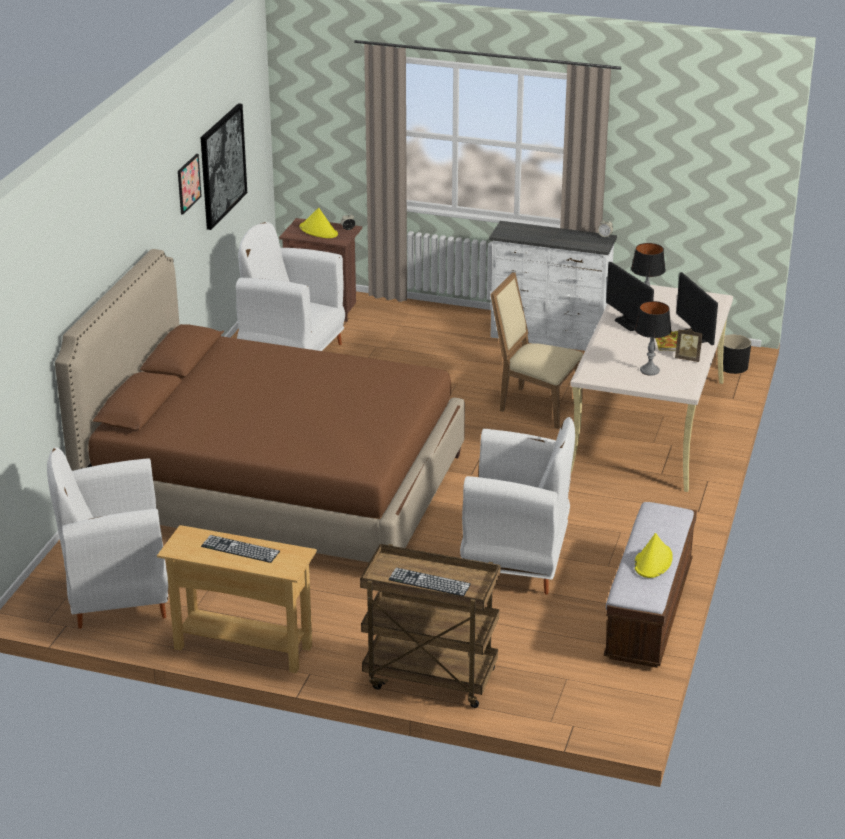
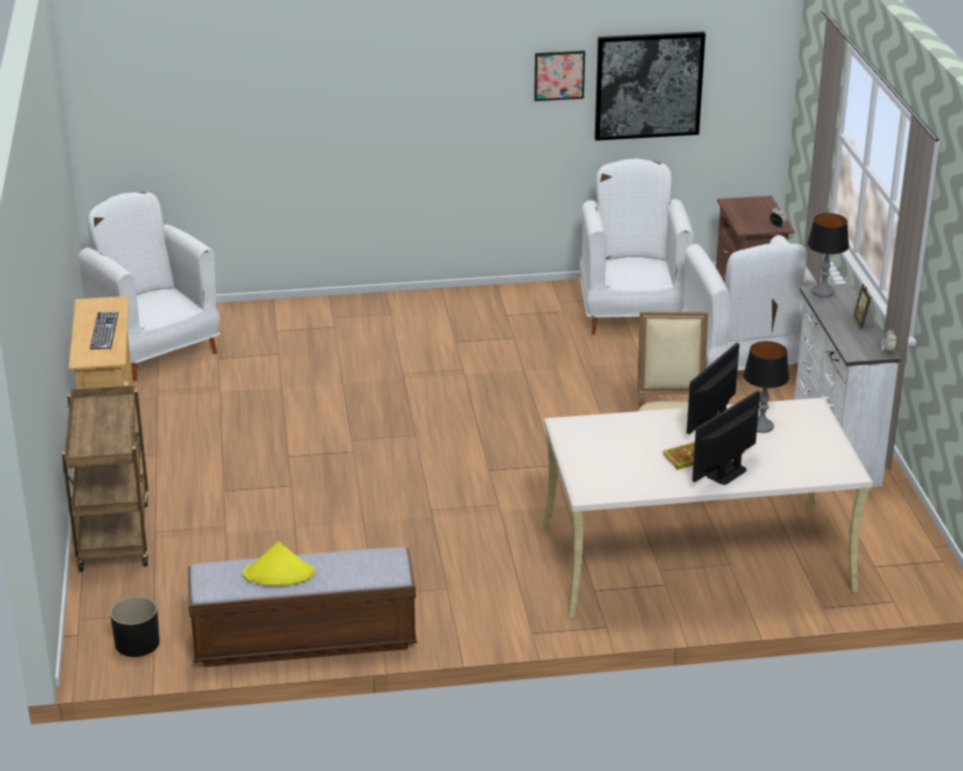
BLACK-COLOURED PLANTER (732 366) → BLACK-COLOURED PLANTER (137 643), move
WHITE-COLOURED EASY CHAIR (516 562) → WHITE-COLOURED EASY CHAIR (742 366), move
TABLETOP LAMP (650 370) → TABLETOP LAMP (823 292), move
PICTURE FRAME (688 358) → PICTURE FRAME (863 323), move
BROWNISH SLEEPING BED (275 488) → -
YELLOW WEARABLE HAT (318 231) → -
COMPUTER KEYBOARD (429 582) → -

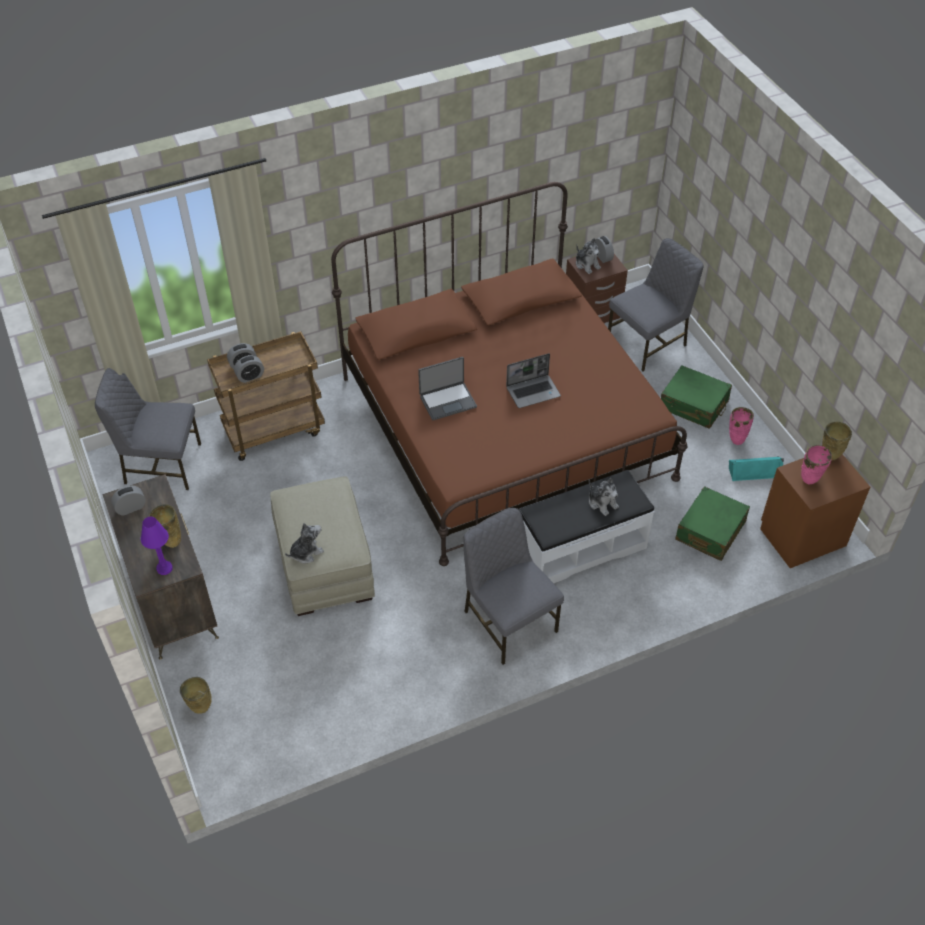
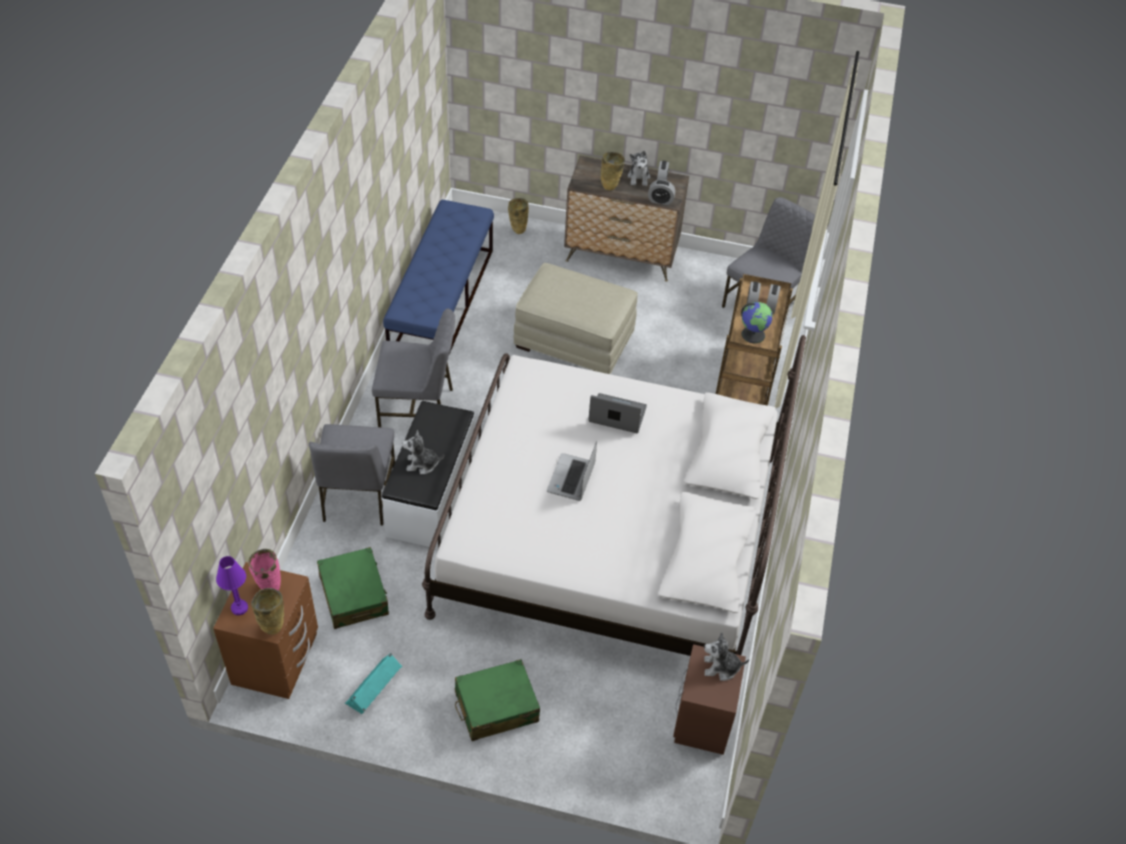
PURPLE-COLOURED TABLETOP LAMP (164 568) → PURPLE-COLOURED TABLETOP LAMP (239 608), move
GREY CHAIR (648 342) → GREY CHAIR (357 496), move
- → BLUE LONG SEAT (442 303)
BROWNISH SLEEPING BED (504 427) → WHITE-COLOURED SLEEPING BED (609 534)
NOTEBOOK COMPUTER (447 401) → NOTEBOOK COMPUTER (617 416), 90 degrees clockwise
SOFT TOY (306 552) → SOFT TOY (639 177), move
TABLE CLOCK (602 257) → TABLE CLOCK (660 201), move
- → WORLD GLOBE (753 334)
PINK-COLOURED FLOWER VASE (736 439) → -

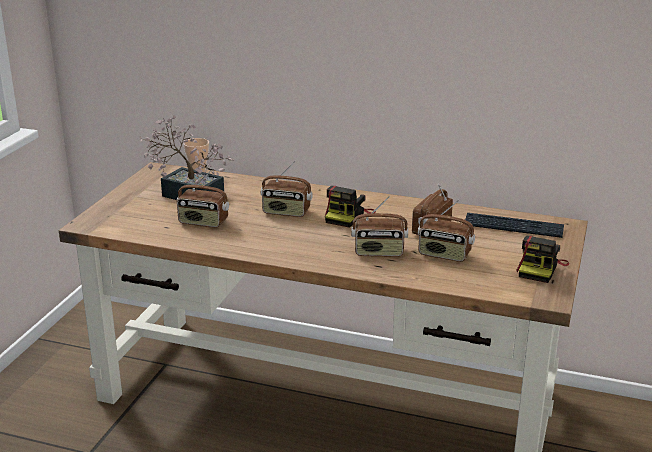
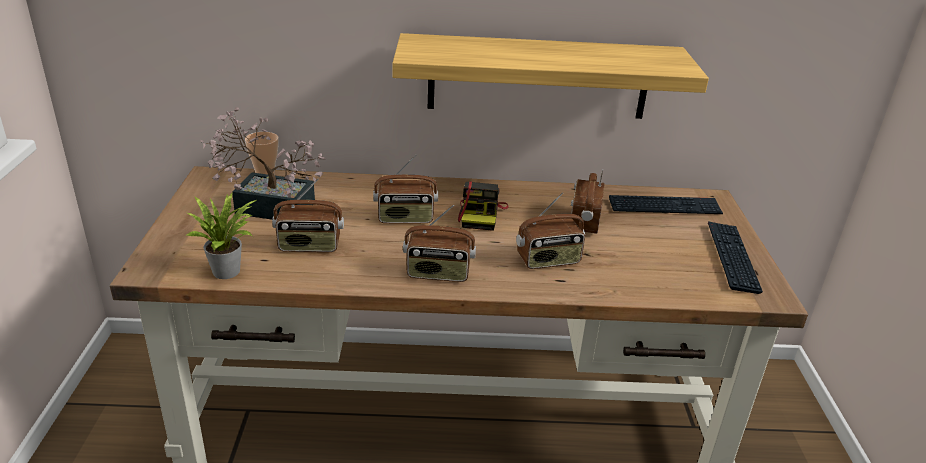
- → POTTED PLANT (230 271)
- → SHELF (538 77)
RADIO RECEIVER (444 255) → RADIO RECEIVER (438 274), move
PHOTO CAMERA (540 268) → COMPUTER KEYBOARD (732 257)

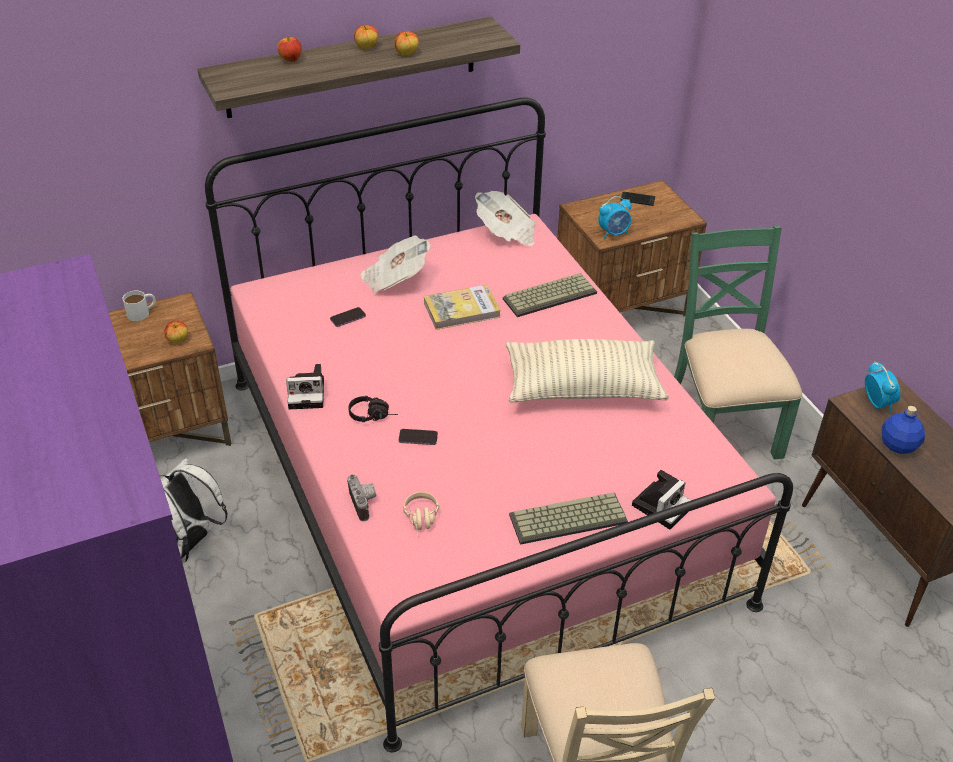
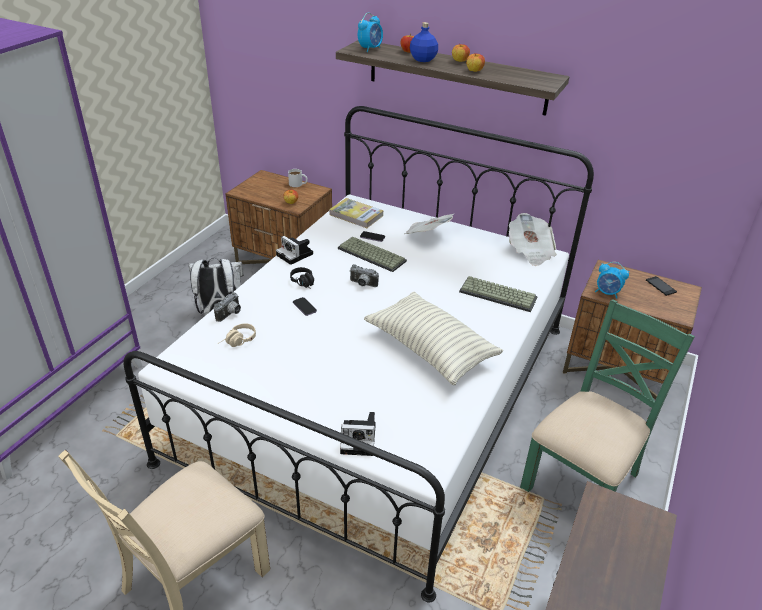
PINK-COLOURED SLEEPING BED (474 485) → WHITE-COLOURED SLEEPING BED (377 389)
BOOK (462 310) → BOOK (356 215), move
COMPUTER KEYBOARD (567 520) → COMPUTER KEYBOARD (370 255), move
- → PHOTO CAMERA (362 284)
TABLE CLOCK (877 403) → TABLE CLOCK (370 49), move
BLUE BEVERAGE BOTTLE (898 445) → BLUE BEVERAGE BOTTLE (423 59), move

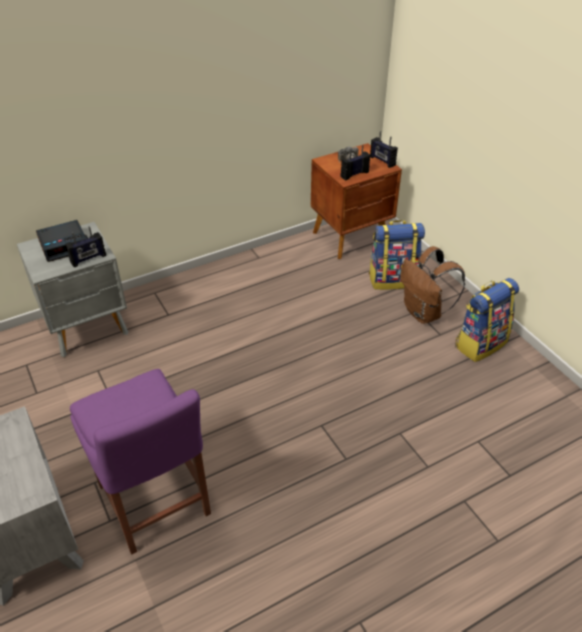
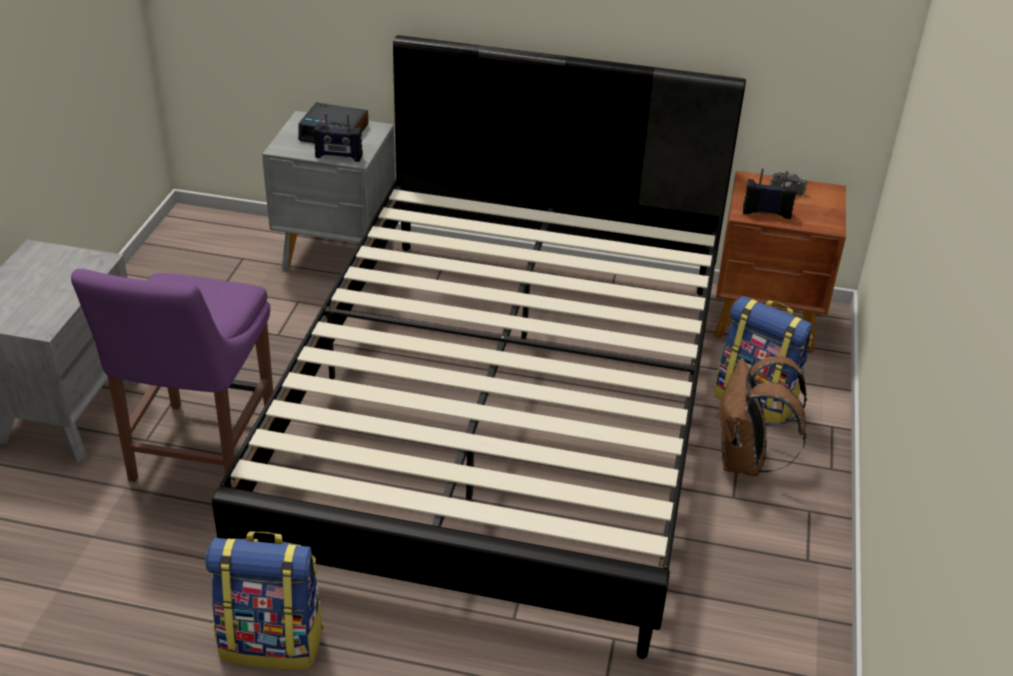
KNAPSACK (480 343) → KNAPSACK (273 642), move
- → BLACK-COLOURED SLEEPING BED (505 411)
RADIO RECEIVER (382 161) → -

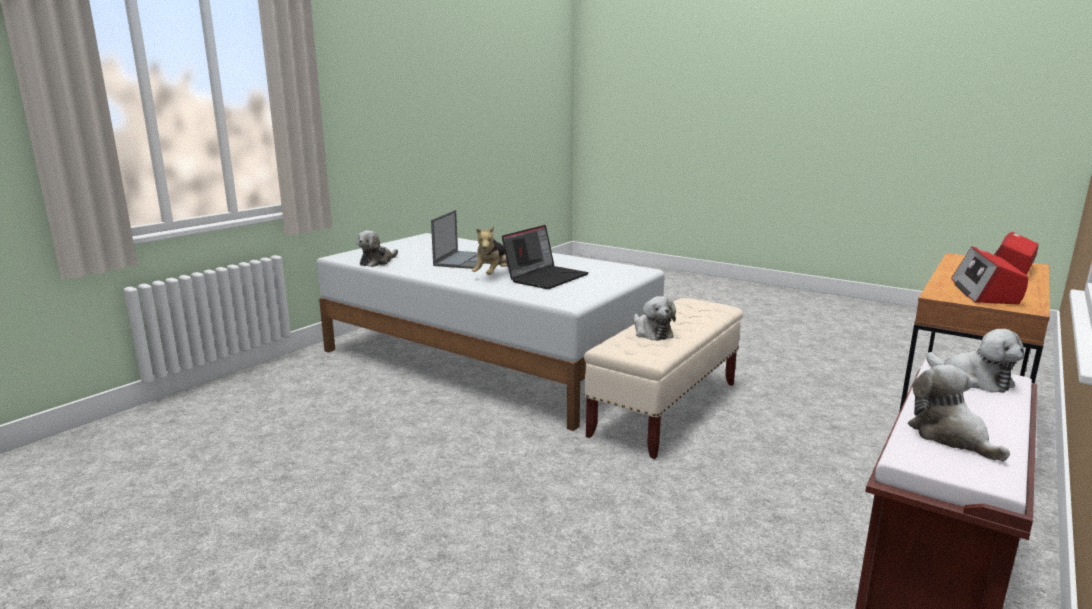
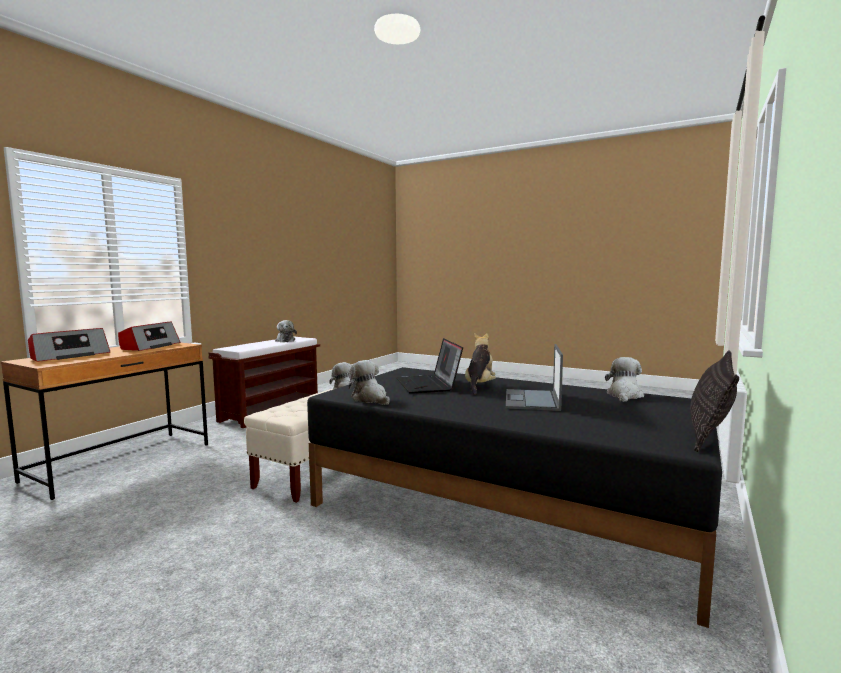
WHITE-COLOURED SLEEPING BED (486 359) → BLACK-COLOURED SLEEPING BED (504 510)
SOFT TOY (974 379) → SOFT TOY (370 399), move
NOTEBOOK COMPUTER (546 277) → NOTEBOOK COMPUTER (429 385), 45 degrees counterclockwise
- → THROW PILLOW (710 429)

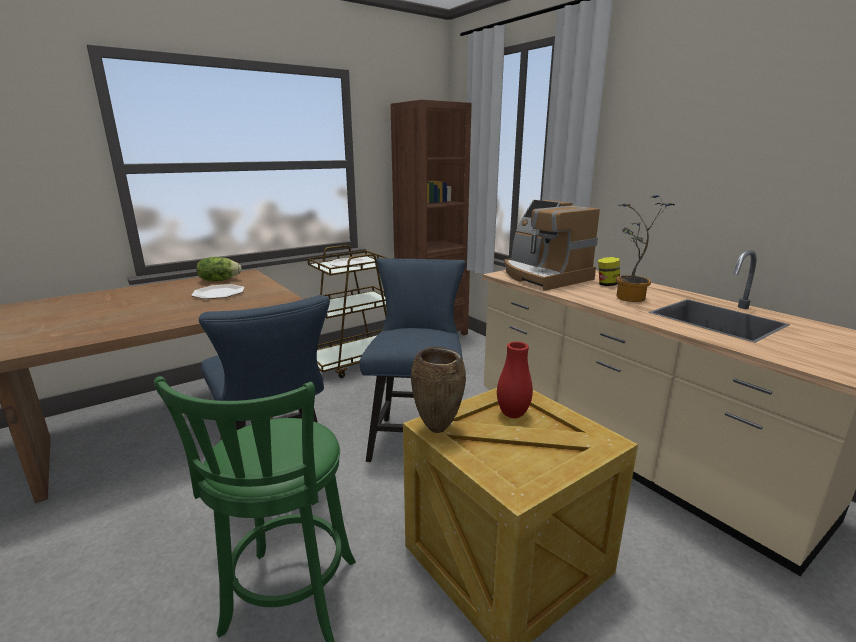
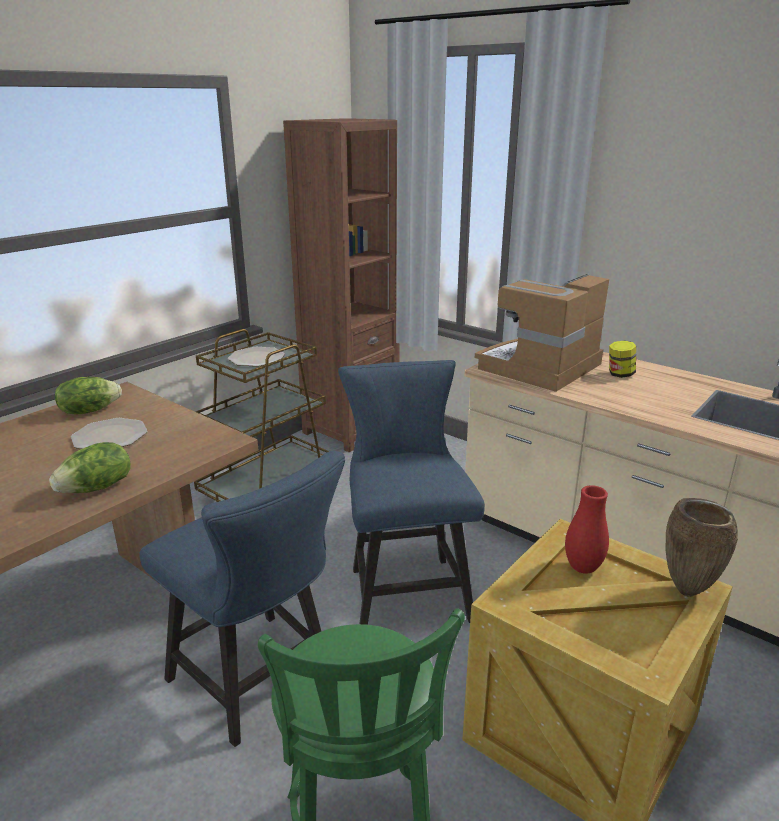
- → HEAD OF LETTUCE (97 488)
COFFEE BREWER (543 276) → COFFEE BREWER (540 367), 90 degrees clockwise
BROWNISH FLOWER VASE (438 429) → BROWNISH FLOWER VASE (688 591), move
POTTED PLANT (629 299) → -

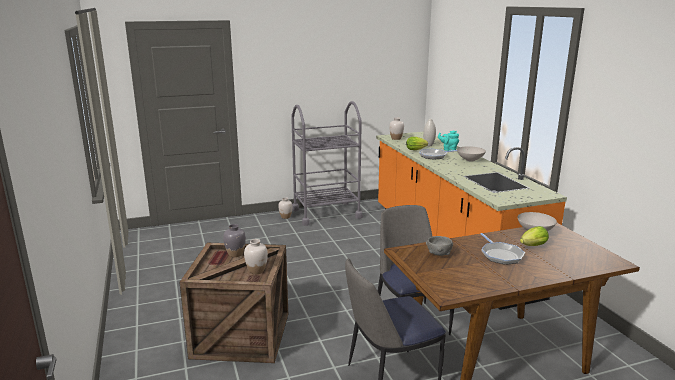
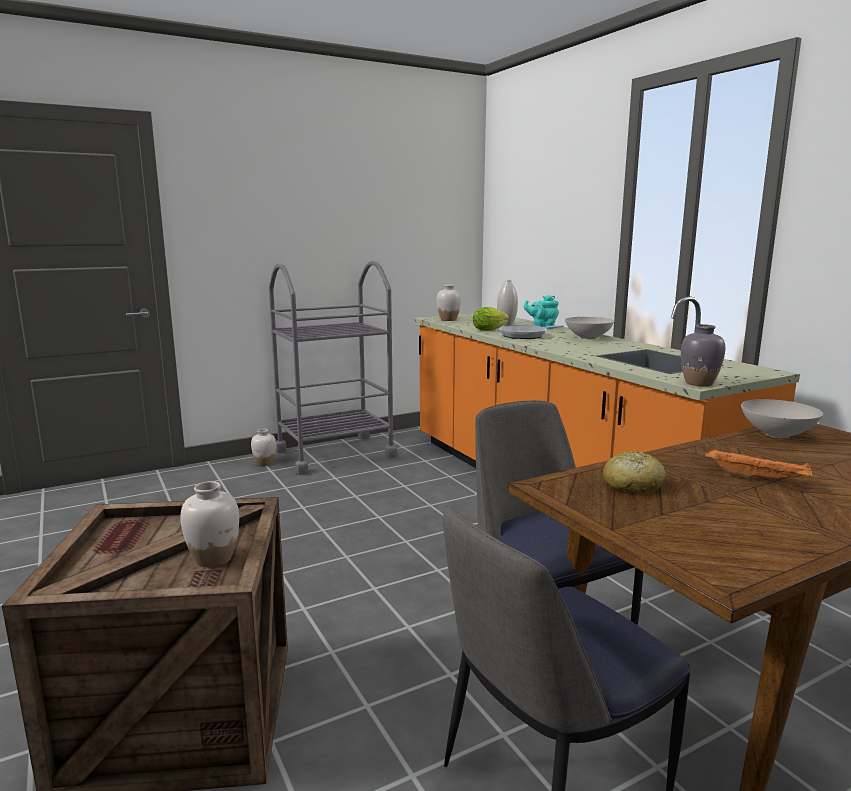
GREY BOWL (439 254) → BAKED BREAD (632 485)
GREY FLOWER VASE (235 254) → GREY FLOWER VASE (699 383), move
SKILLET (500 255) → ORANGE-COLOURED CARRYING TRAY (757 479)
HEAD OF LETTUCE (532 246) → -

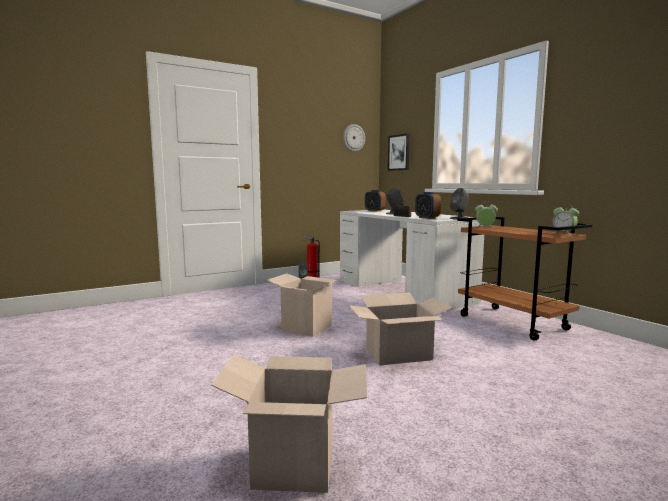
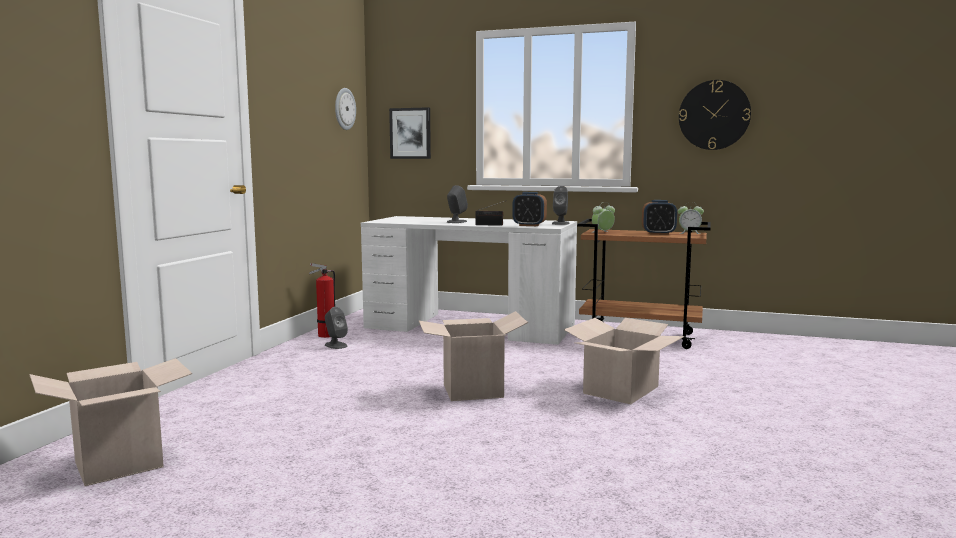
CARTON (294 467) → CARTON (119 464), move
TABLE CLOCK (374 211) → TABLE CLOCK (658 234), move
- → WALL CLOCK (714 115)

